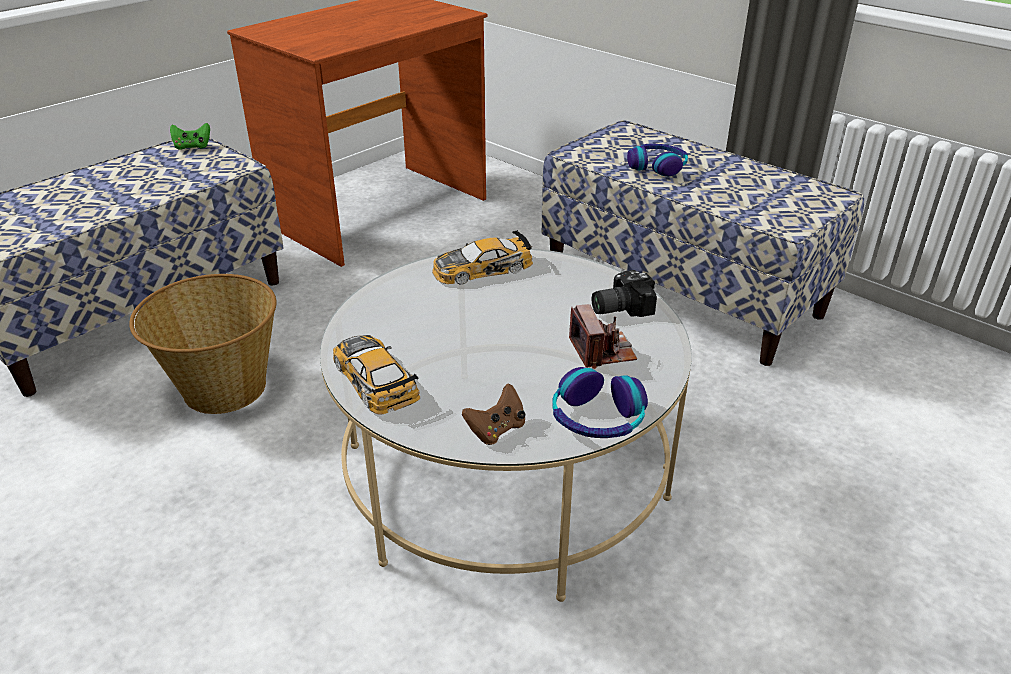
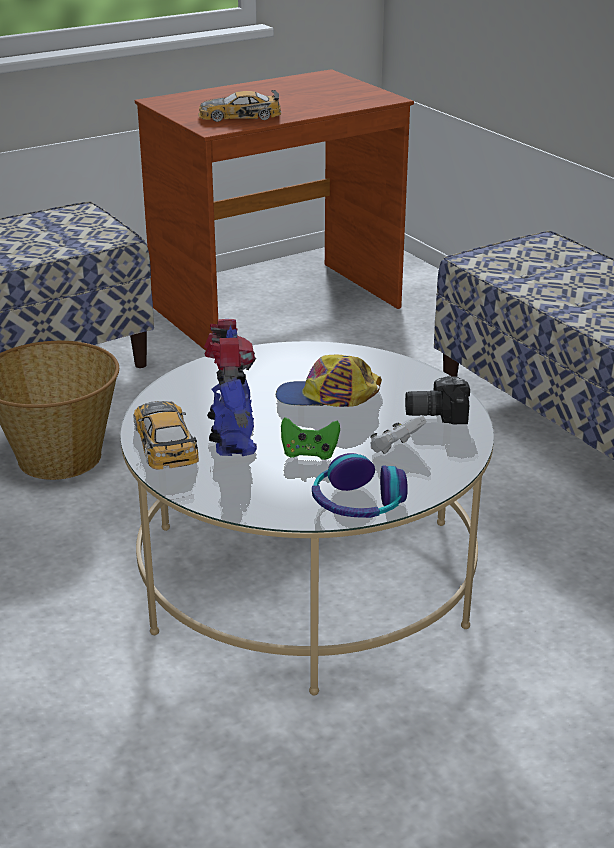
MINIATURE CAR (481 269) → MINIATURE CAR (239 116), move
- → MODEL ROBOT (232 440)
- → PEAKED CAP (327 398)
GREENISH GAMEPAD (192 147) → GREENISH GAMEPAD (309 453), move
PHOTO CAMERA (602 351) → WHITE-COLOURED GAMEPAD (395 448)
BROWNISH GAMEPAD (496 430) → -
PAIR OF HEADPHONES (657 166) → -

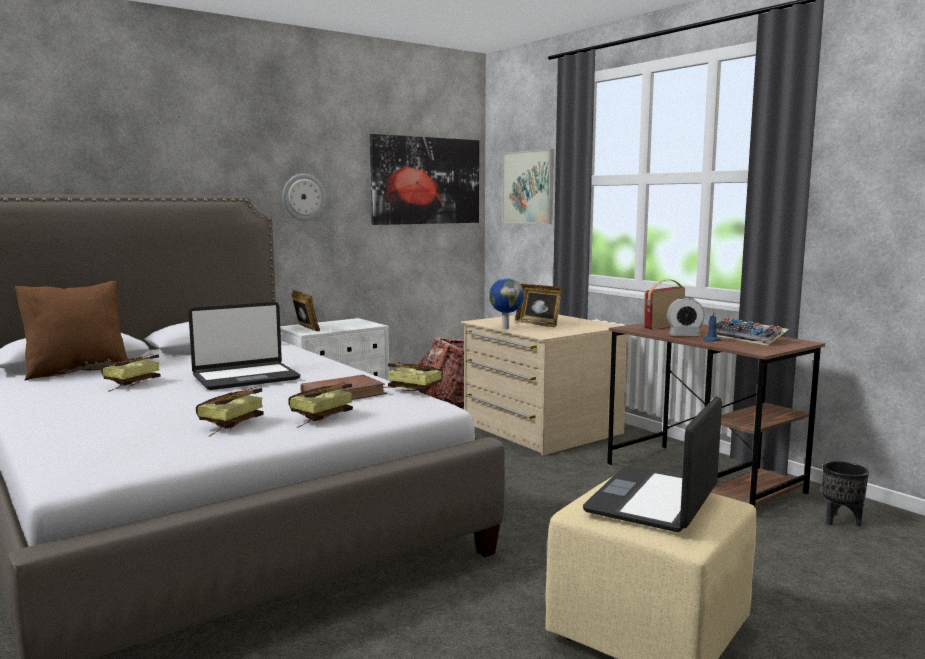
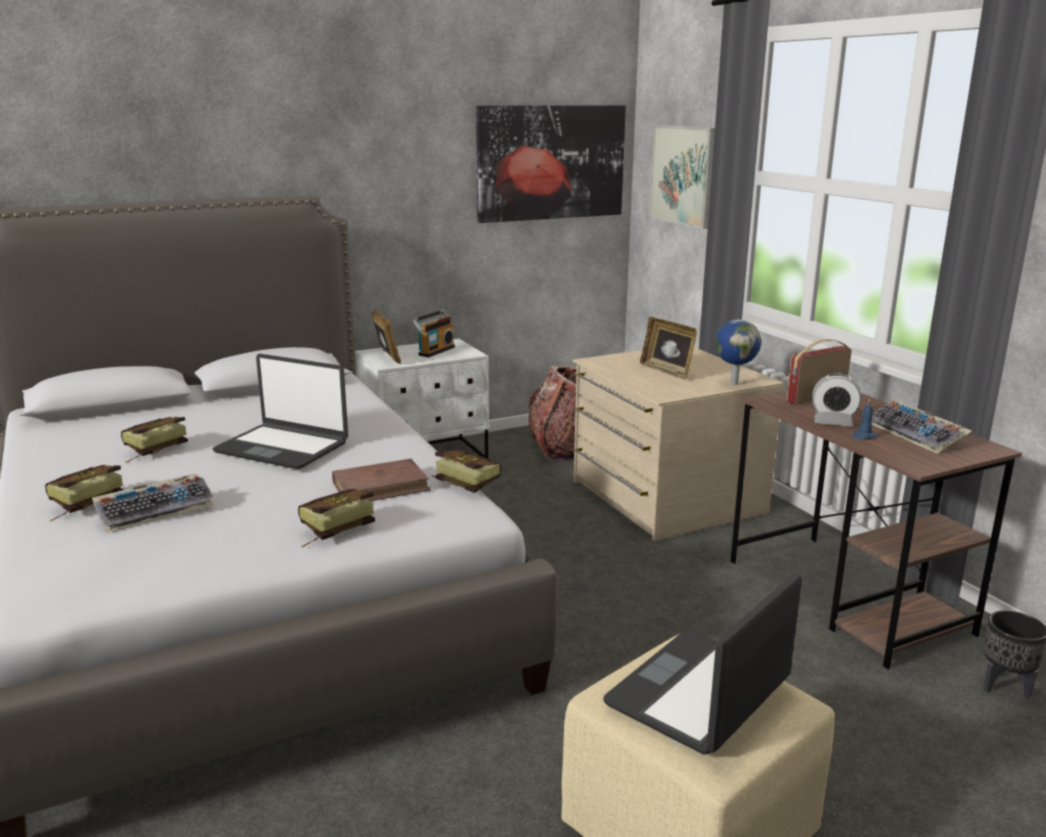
BOOK (226 426) → BOOK (81 505), move
- → COMPUTER KEYBOARD (156 510)
NOTEBOOK COMPUTER (246 378) → NOTEBOOK COMPUTER (283 447), 45 degrees clockwise
- → RADIO RECEIVER (435 351)
WORLD GLOBE (506 328) → WORLD GLOBE (734 383), move
BROWNISH THROW PILLOW (77 371) → -
WALL CLOCK (303 197) → -

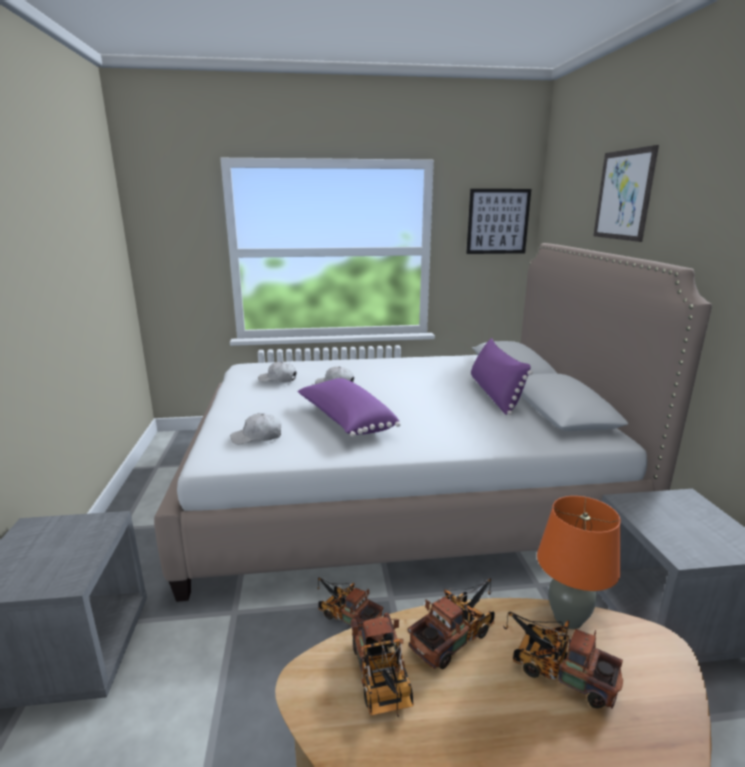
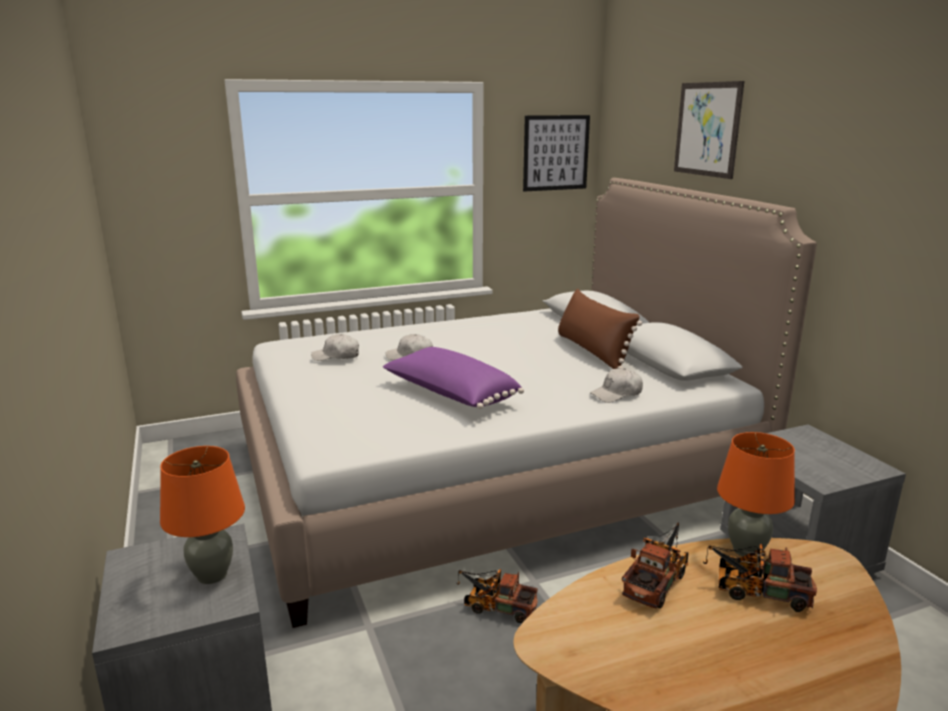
- → ORANGE-COLOURED TABLETOP LAMP (212 575)
PURPLE-COLOURED THROW PILLOW (494 395) → BROWNISH THROW PILLOW (592 351)
WHITE-COLOURED PEAKED CAP (257 437) → WHITE-COLOURED PEAKED CAP (616 394), move
TOY TRUCK (381 680) → -

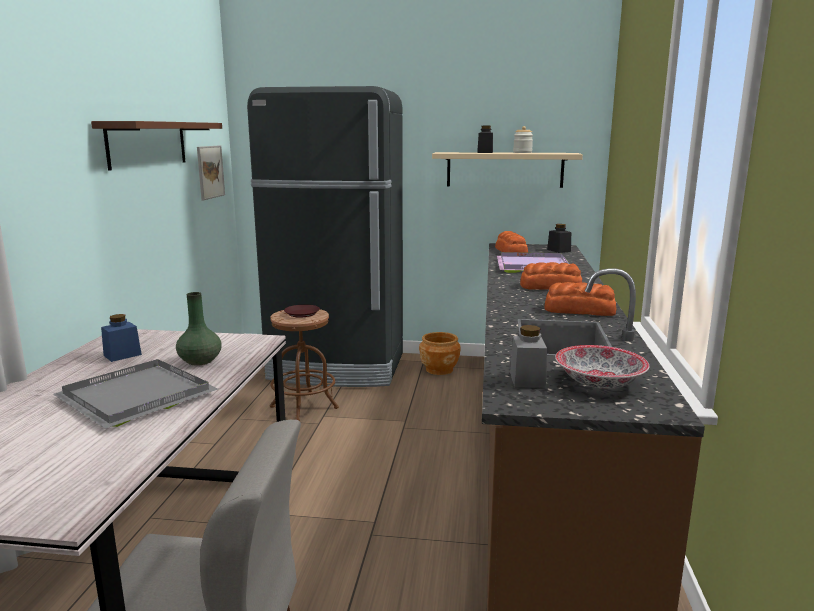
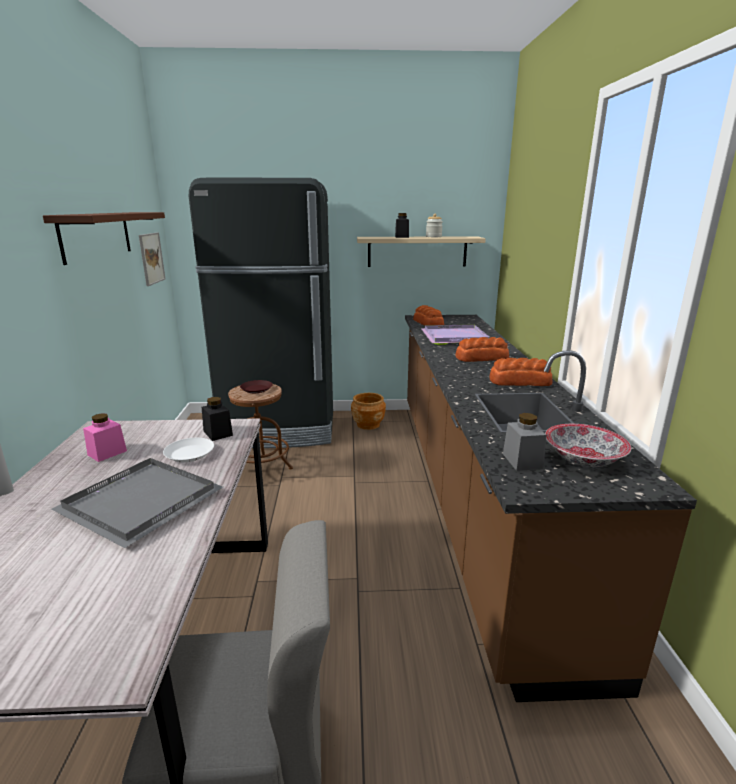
BLUE PRESERVE JAR (122 355) → PINK-COLOURED PRESERVE JAR (107 453)
GREENISH FLOWER VASE (200 361) → WHITE-COLOURED DINNER PLATE (190 453)
BLACK-COLOURED PRESERVE JAR (559 250) → BLACK-COLOURED PRESERVE JAR (218 433), move

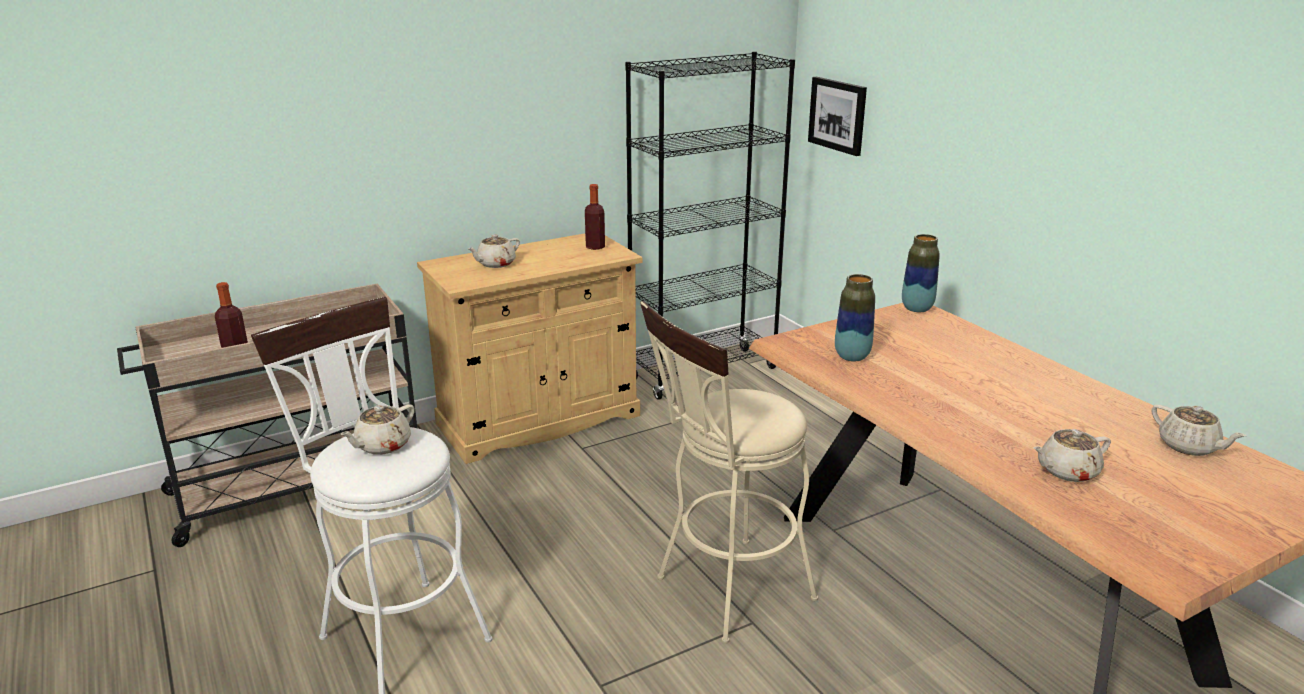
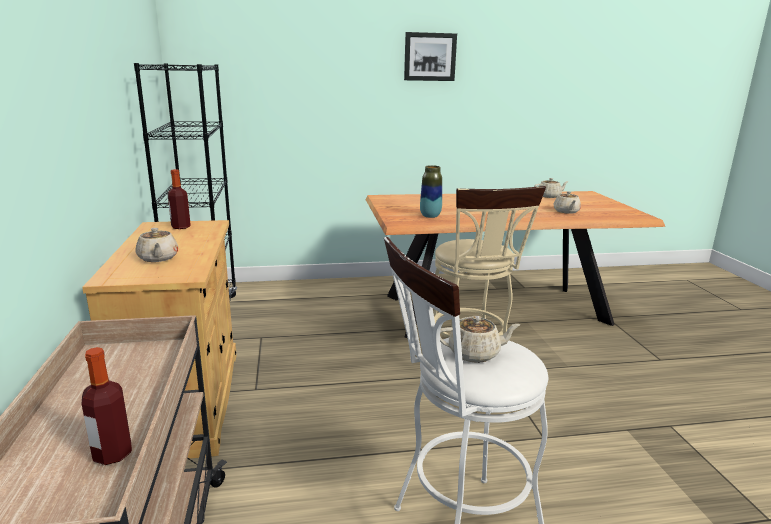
PICTURE (838 115) → PICTURE (429 57), move
BEIGE-COLOURED TEAPOT (382 445) → BEIGE-COLOURED TEAPOT (475 354), 60 degrees counterclockwise
FLOWER VASE (917 308) → -

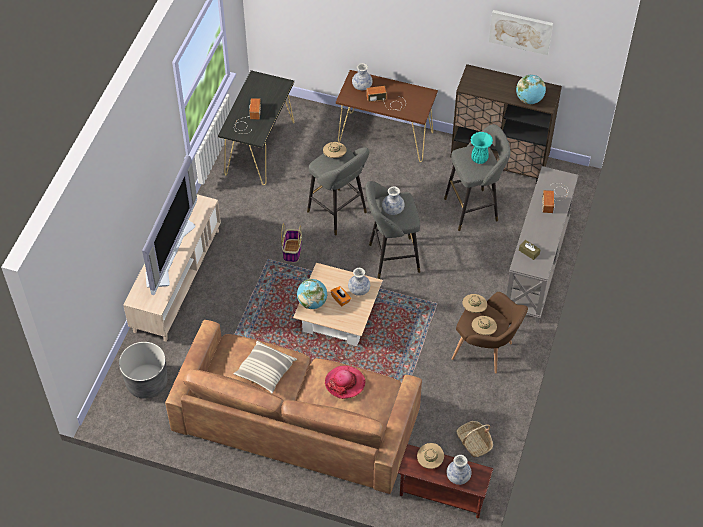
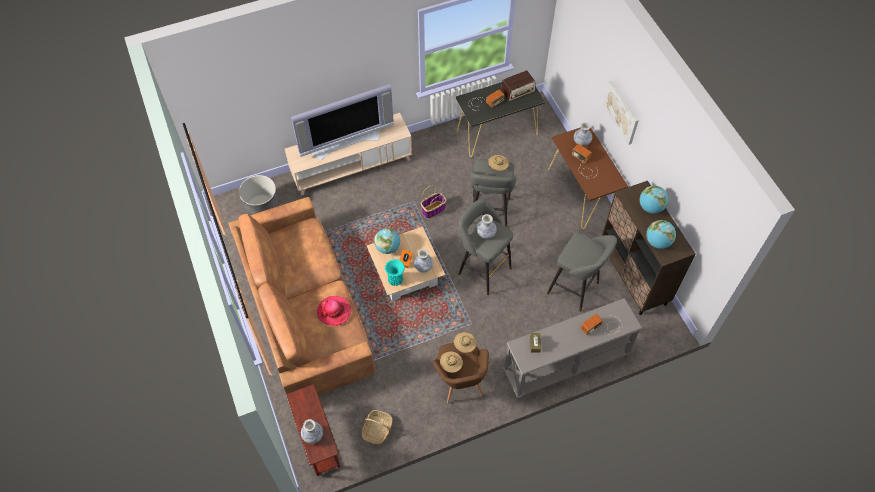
TURQUOISE FLOWER VASE (479 159) → TURQUOISE FLOWER VASE (395 281), move
- → RADIO RECEIVER (518 91)
PICTURE (521 31) → PICTURE (621 112), move
- → WORLD GLOBE (650 207)
THROW PILLOW (265 371) → -
BEIGE-COLOURED WEARABLE HAT (430 461) → -

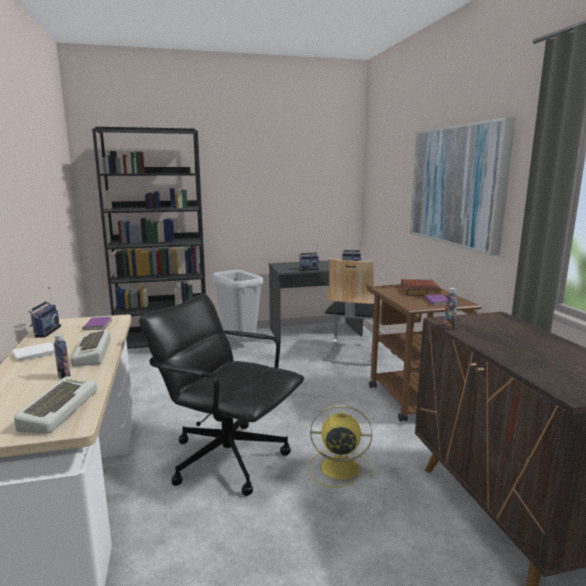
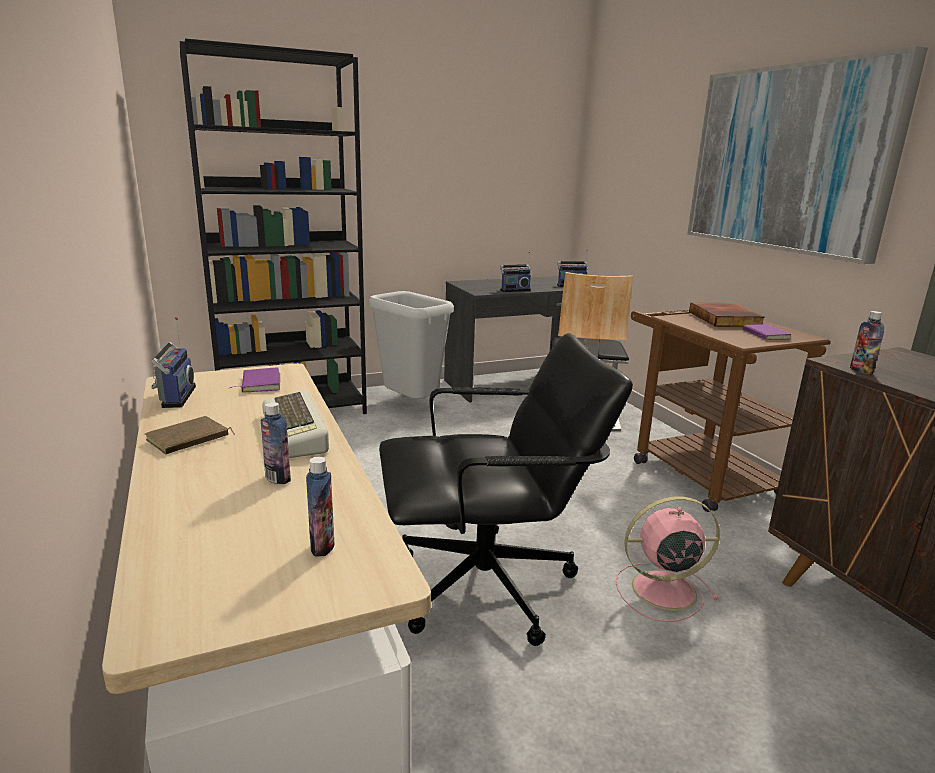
WHITE-COLOURED BOOK (35 354) → BROWNISH BOOK (188 439)
COMPUTER KEYBOARD (58 409) → BEVERAGE BOTTLE (322 546)
BLACK-COLOURED COMPUTER CHAIR (227 457) → BLACK-COLOURED COMPUTER CHAIR (487 587), 150 degrees clockwise
YELLOW FAN (338 468) → PINK-COLOURED FAN (660 590)

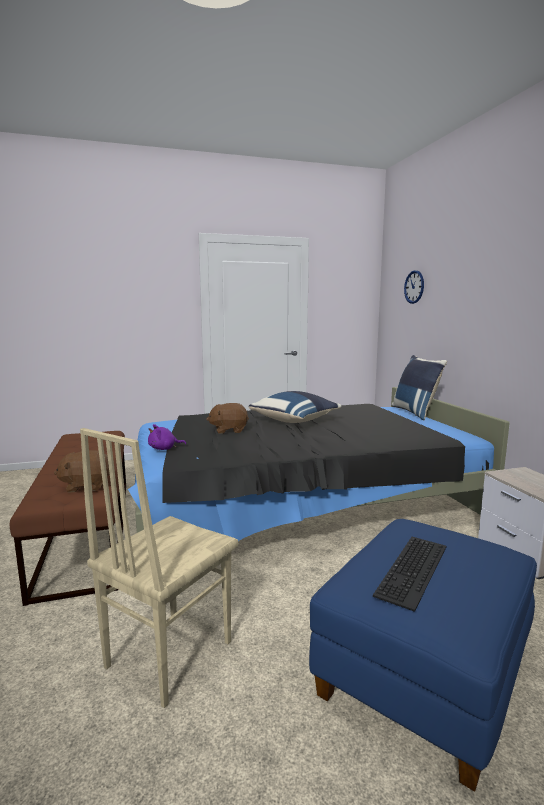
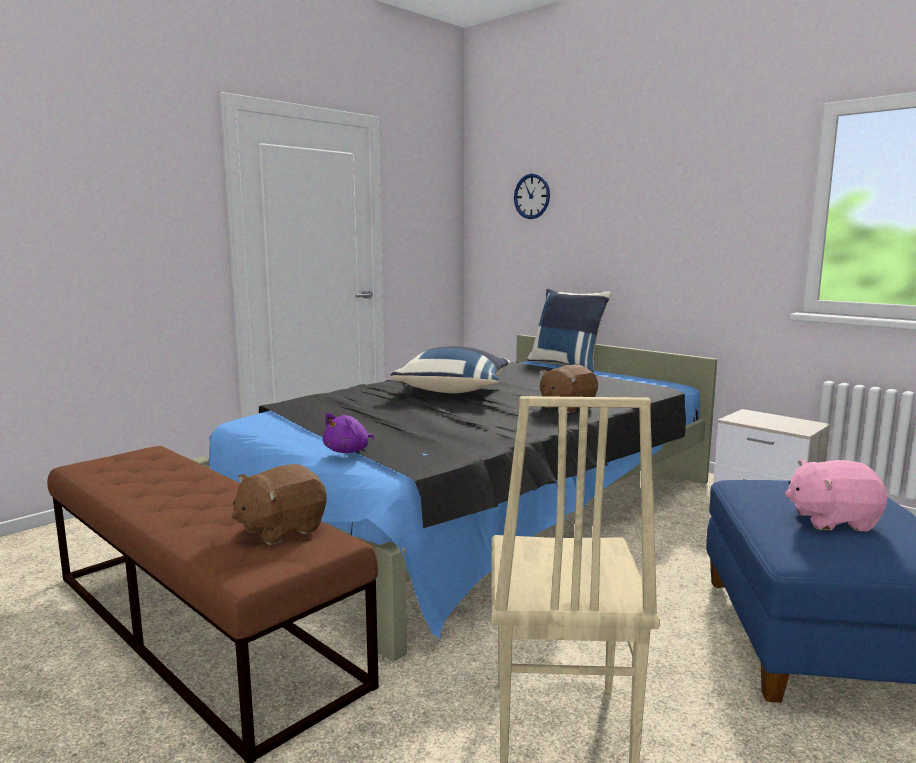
BROWNISH SOFT TOY (229 430) → BROWNISH SOFT TOY (566 407), move
COMPUTER KEYBOARD (415 571) → PINK-COLOURED SOFT TOY (831 520)

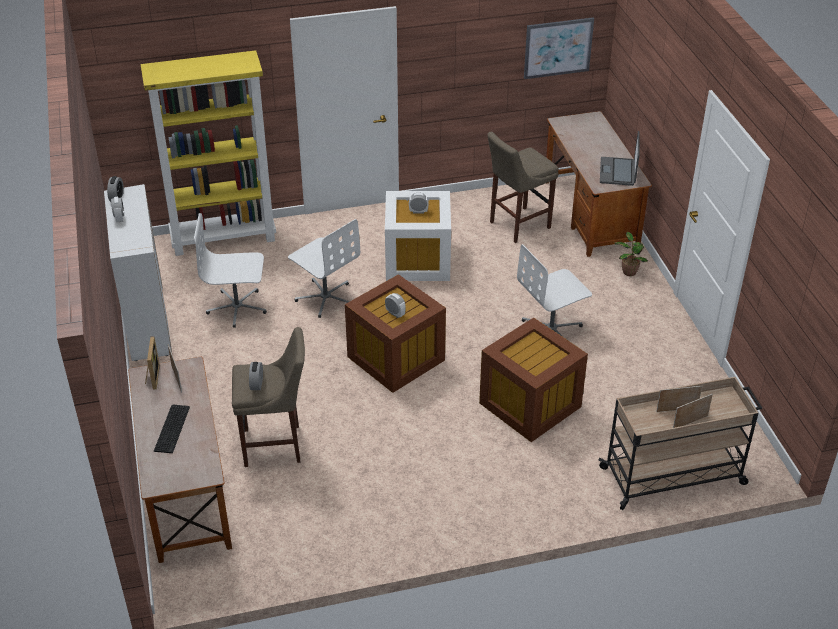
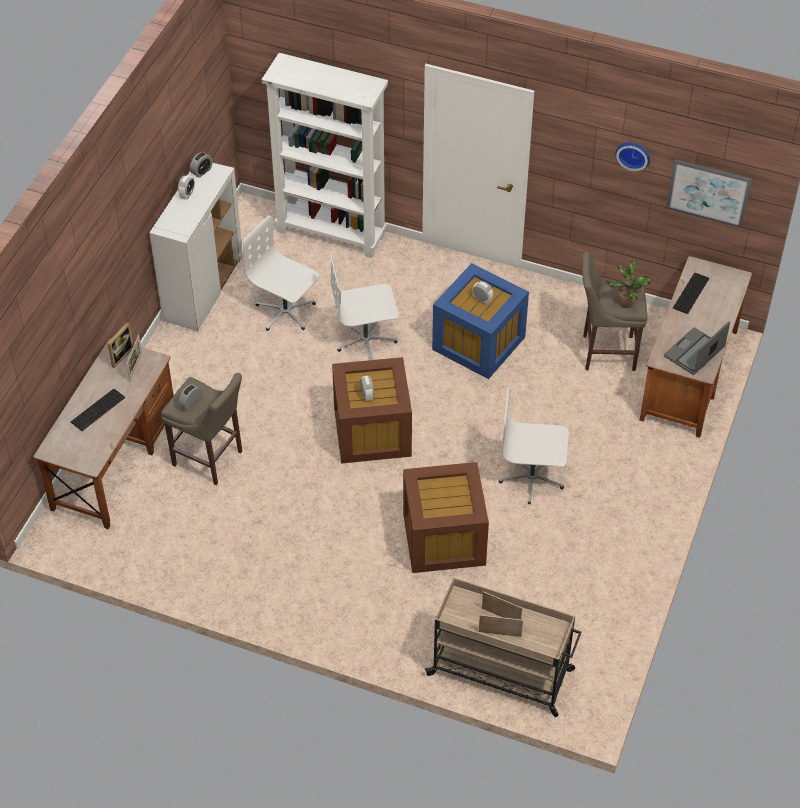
YELLOW BOOKSHELF (224 238) → WHITE-COLOURED BOOKSHELF (332 233)
WHITE-COLOURED COMPUTER CHAIR (325 297) → WHITE-COLOURED COMPUTER CHAIR (366 340), 90 degrees clockwise
WHITE-COLOURED STORAGE BOX (416 261) → BLUE STORAGE BOX (477 343)
POTTED PLANT (628 271) → POTTED PLANT (626 302), move
- → WALL CLOCK (633 154)
- → COMPUTER KEYBOARD (689 293)

